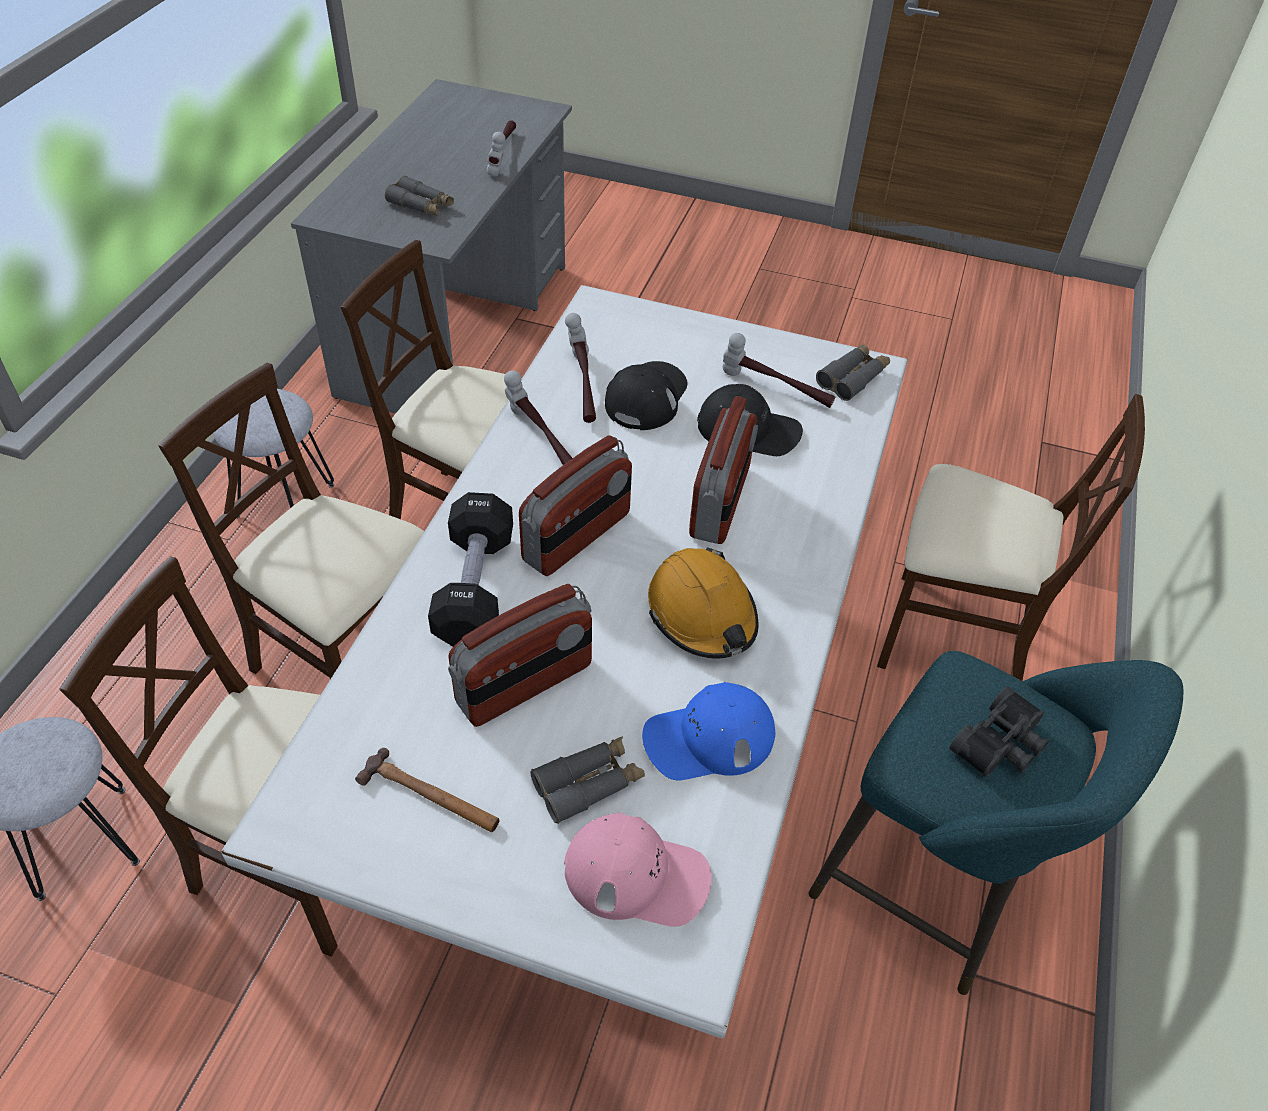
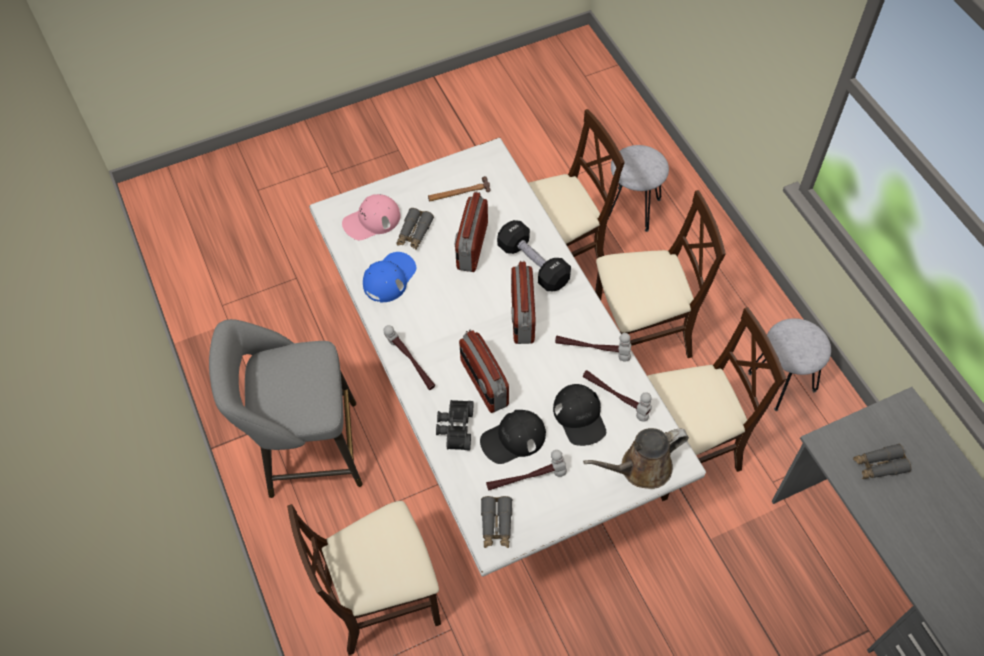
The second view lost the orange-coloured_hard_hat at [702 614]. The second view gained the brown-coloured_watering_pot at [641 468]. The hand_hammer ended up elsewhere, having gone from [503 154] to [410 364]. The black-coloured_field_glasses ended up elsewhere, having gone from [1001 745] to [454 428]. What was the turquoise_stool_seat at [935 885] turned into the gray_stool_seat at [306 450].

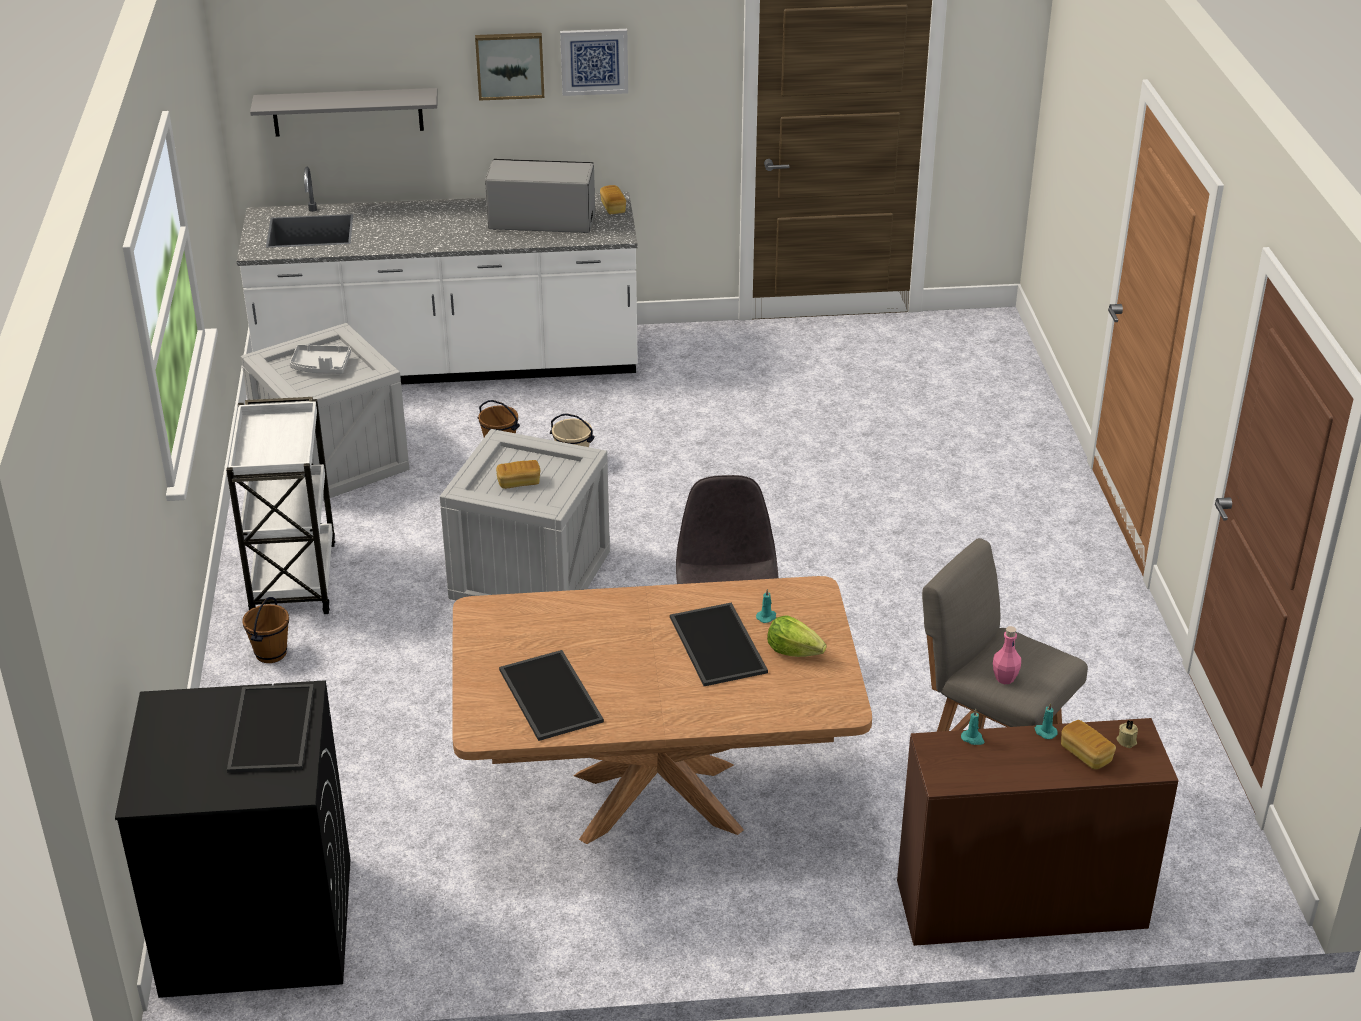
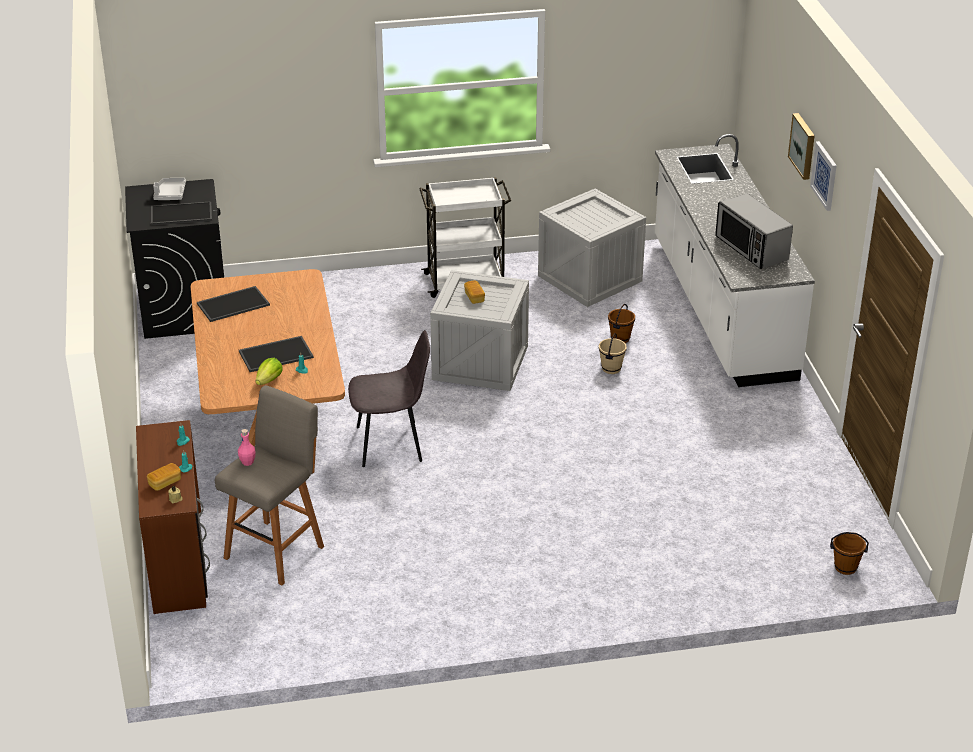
The second view lost the gray_wall_shelf at [347 112]. The second view lost the bread at [613 207]. The brown-coloured_pail ended up elsewhere, having gone from [270 653] to [845 567]. The gray_tray ended up elsewhere, having gone from [321 367] to [170 194]. The kitchen_microwave at [541 221] ended up facing another way, 150 degrees clockwise from before.

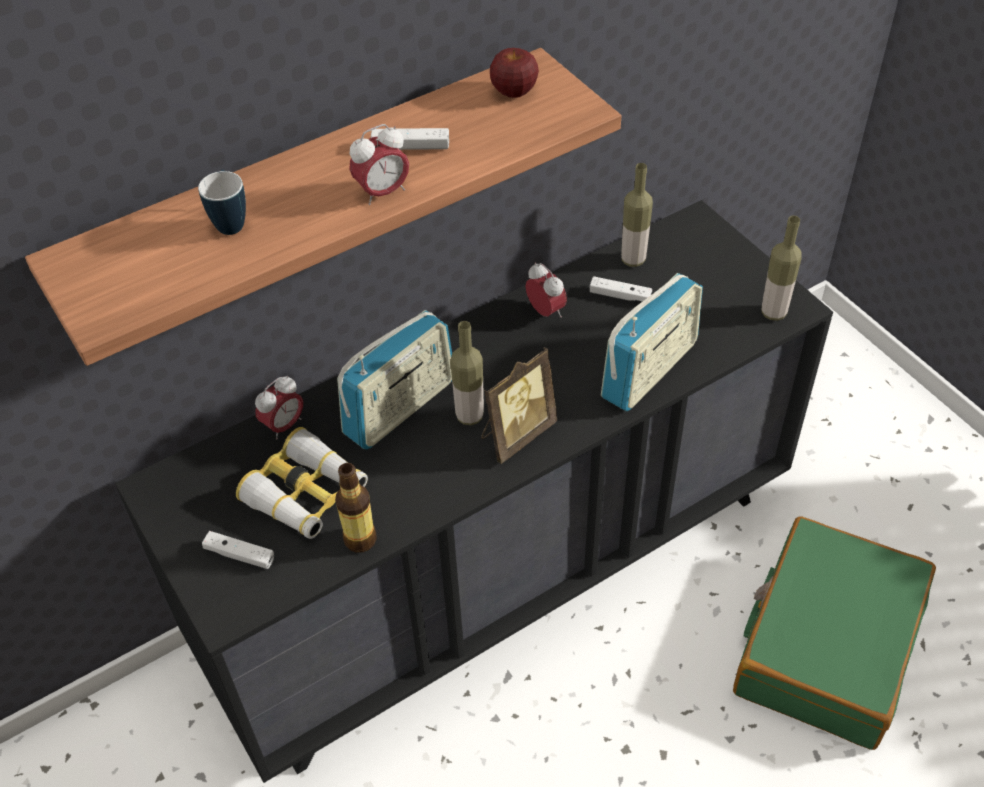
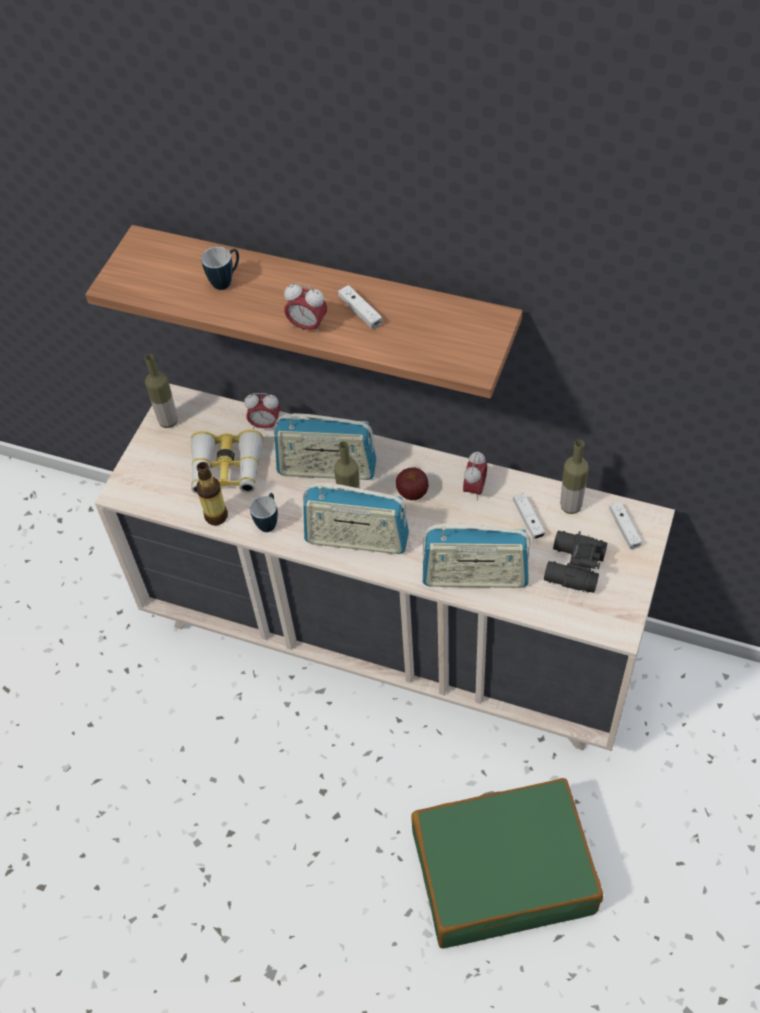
The second view gained the coffee_mug at [269 522]. The second view gained the black-coloured_field_glasses at [572 567]. The whitish_game_controller ended up elsewhere, having gone from [239 555] to [624 528]. The apple ended up elsewhere, having gone from [514 92] to [412 493]. The drink_bottle ended up elsewhere, having gone from [773 312] to [168 421]. Where the picture_frame stood at [516 434], the radio came to stand at [357 539]. What was the black-coloured_drawer_chest at [500 572] turned into the beige_drawer_chest at [392 635].

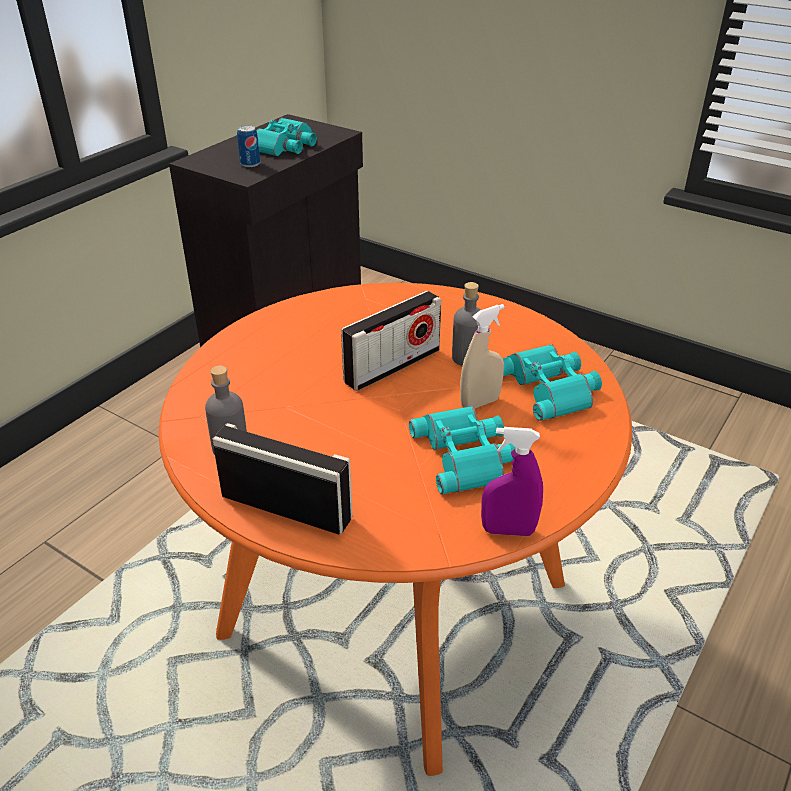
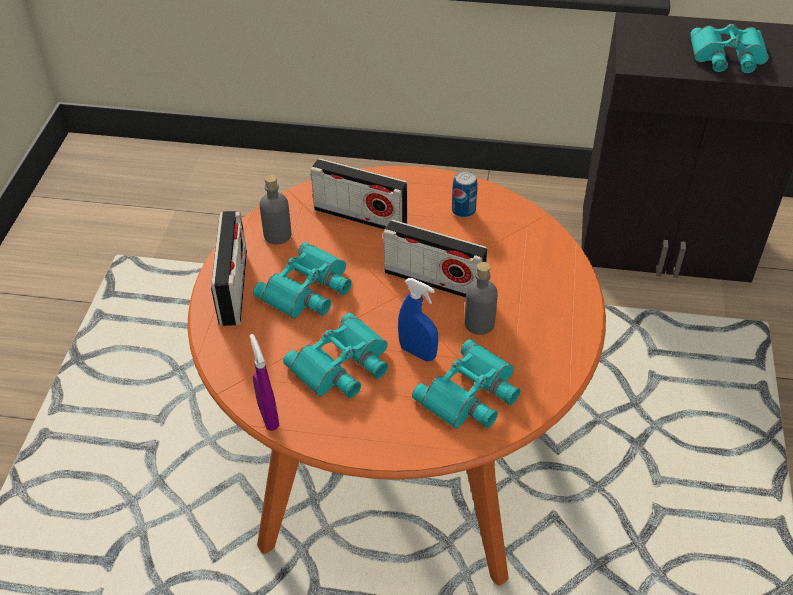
The second view gained the turquoise_field_glasses at [308 289]. The second view gained the radio at [360 216]. The can ended up elsewhere, having gone from [250 164] to [463 211]. What was the beige_sprayer at [480 403] turned into the blue-coloured_sprayer at [417 352].

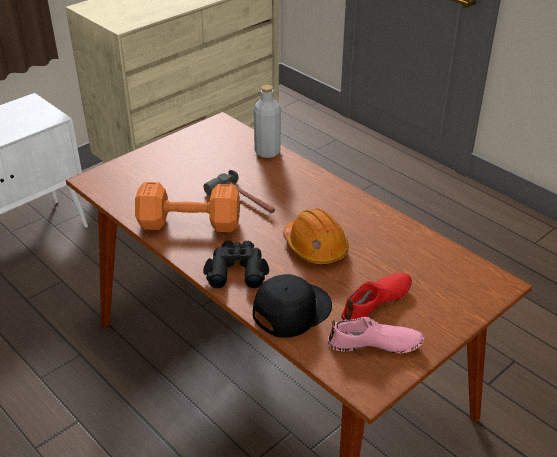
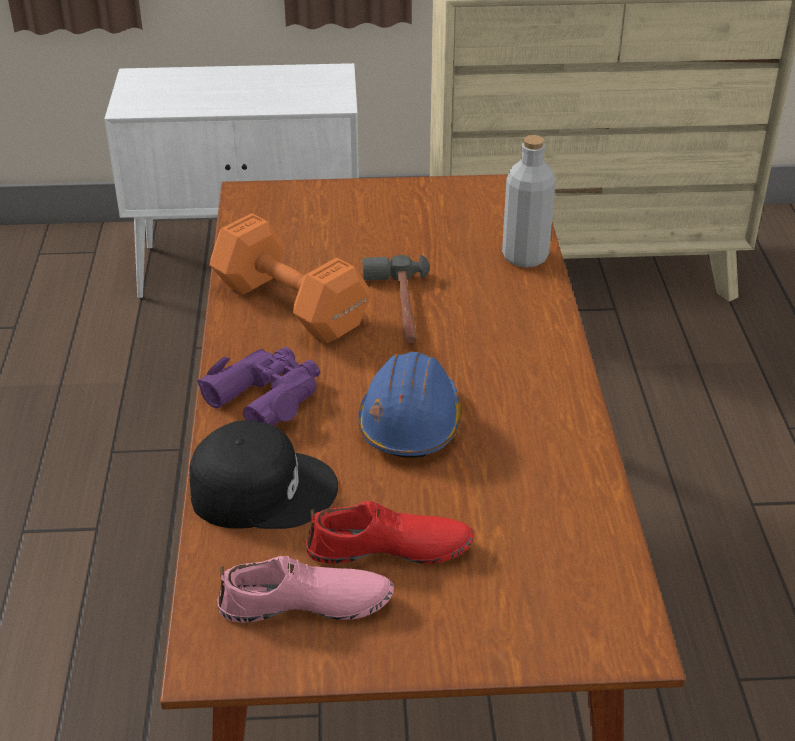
What was the black-coloured_field_glasses at [236 269] turned into the purple-coloured_field_glasses at [266 396]. What was the orange-coloured_hard_hat at [315 247] turned into the blue-coloured_hard_hat at [410 423]. The pink-coloured_shoe at [375 344] ended up facing another way, 45 degrees counterclockwise from before.

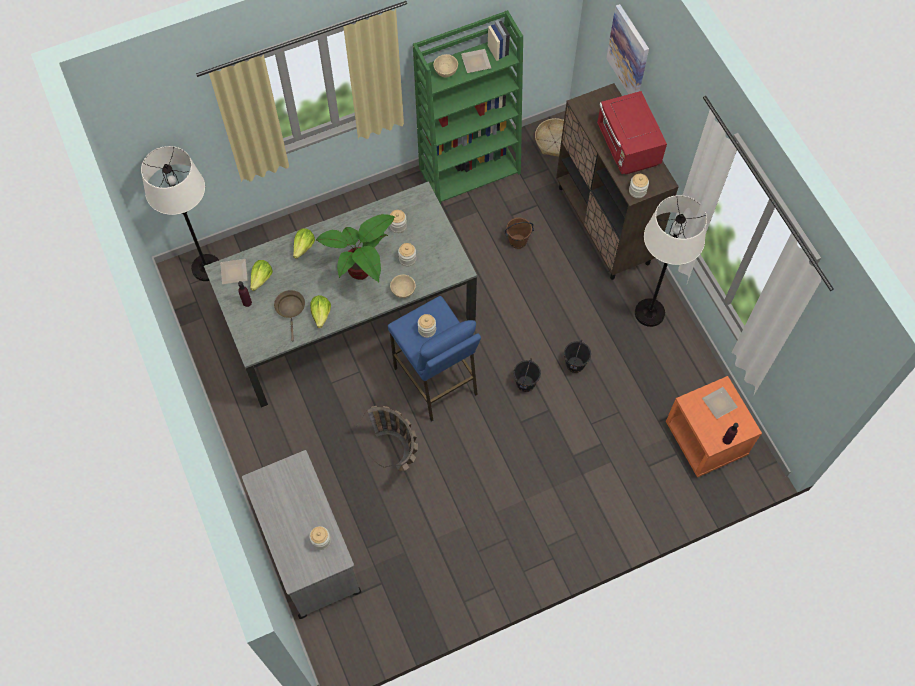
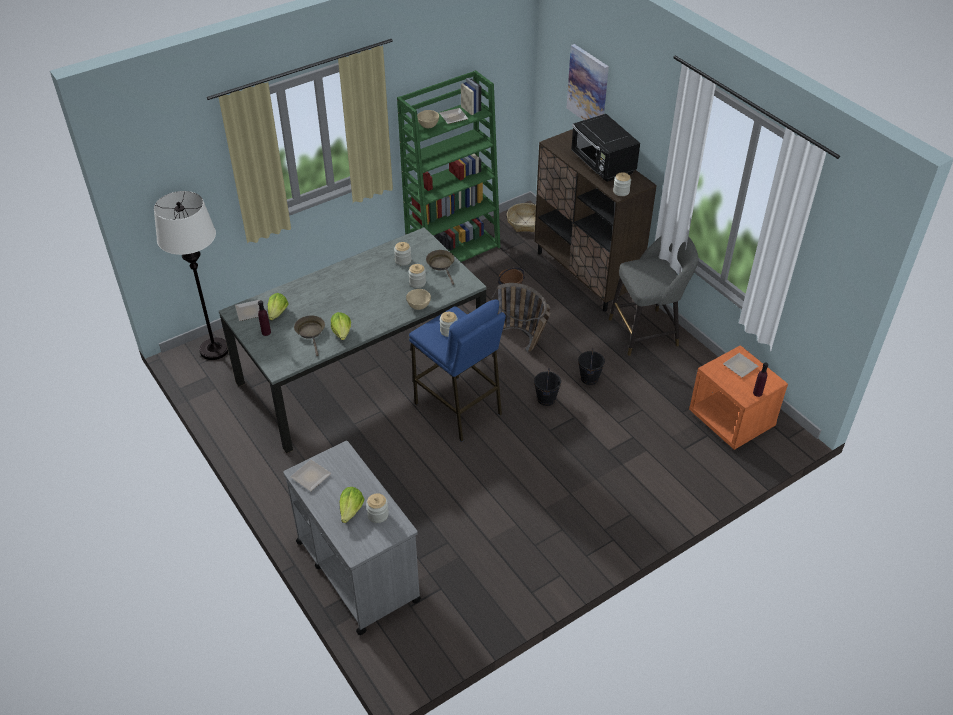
The second view lost the plant_in_a_pot at [362 274]. The second view gained the plate at [311 478]. The second view gained the brown-coloured_pan at [441 265]. The head_of_lettuce ended up elsewhere, having gone from [304 247] to [351 510]. The household_basket ended up elsewhere, having gone from [398 456] to [525 343]. Where the whitish_standing_lamp stood at [649 313], the gray_stool_seat came to stand at [647 331]. What was the reddish_kitchen_microwave at [627 147] turned into the black-coloured_kitchen_microwave at [602 165].

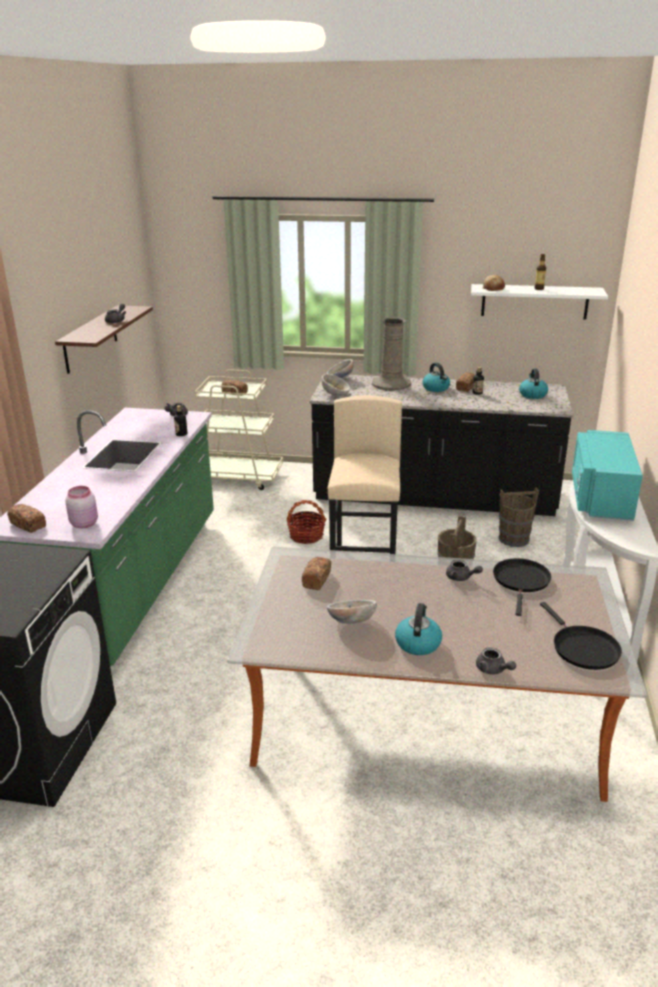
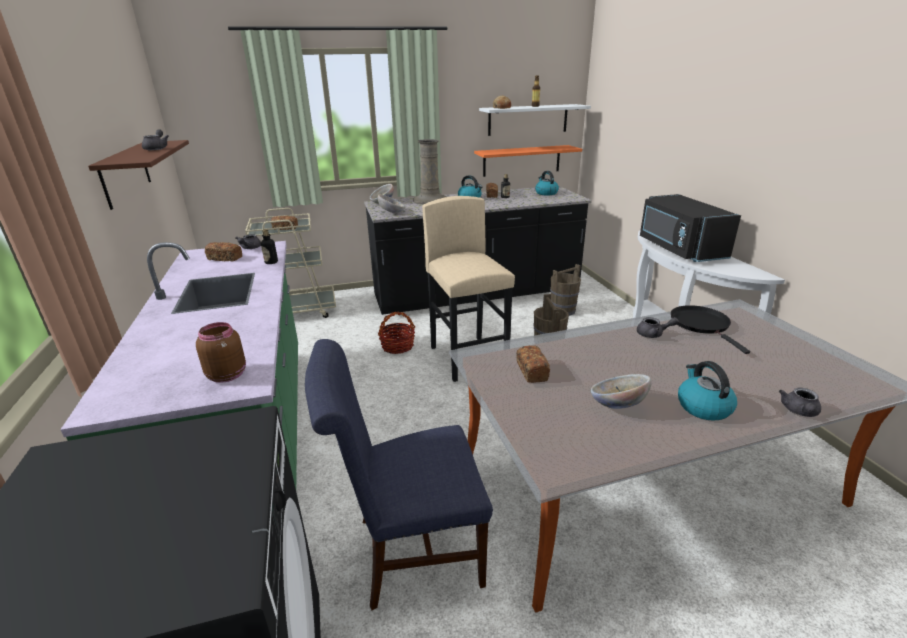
The second view lost the black-coloured_pan at [582 648]. The second view gained the blue-coloured_upright_chair at [410 551]. The second view gained the orange-coloured_wall_shelf at [521 160]. The bread ended up elsewhere, having gone from [28 525] to [225 258]. What was the pink-coloured_jar at [84 523] turned into the brown-coloured_jar at [227 375]. What was the turquoise_kitchen_microwave at [599 497] turned into the black-coloured_kitchen_microwave at [678 249]. The gray_tea_pot at [493 670] ended up facing another way, 90 degrees clockwise from before.

